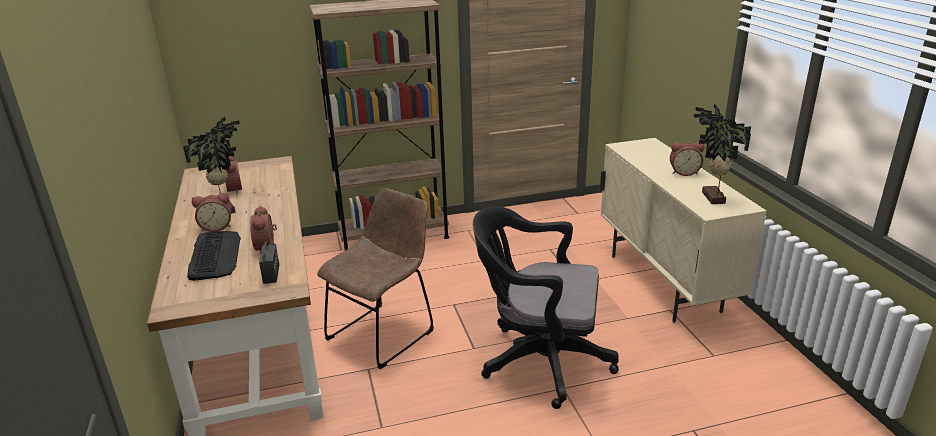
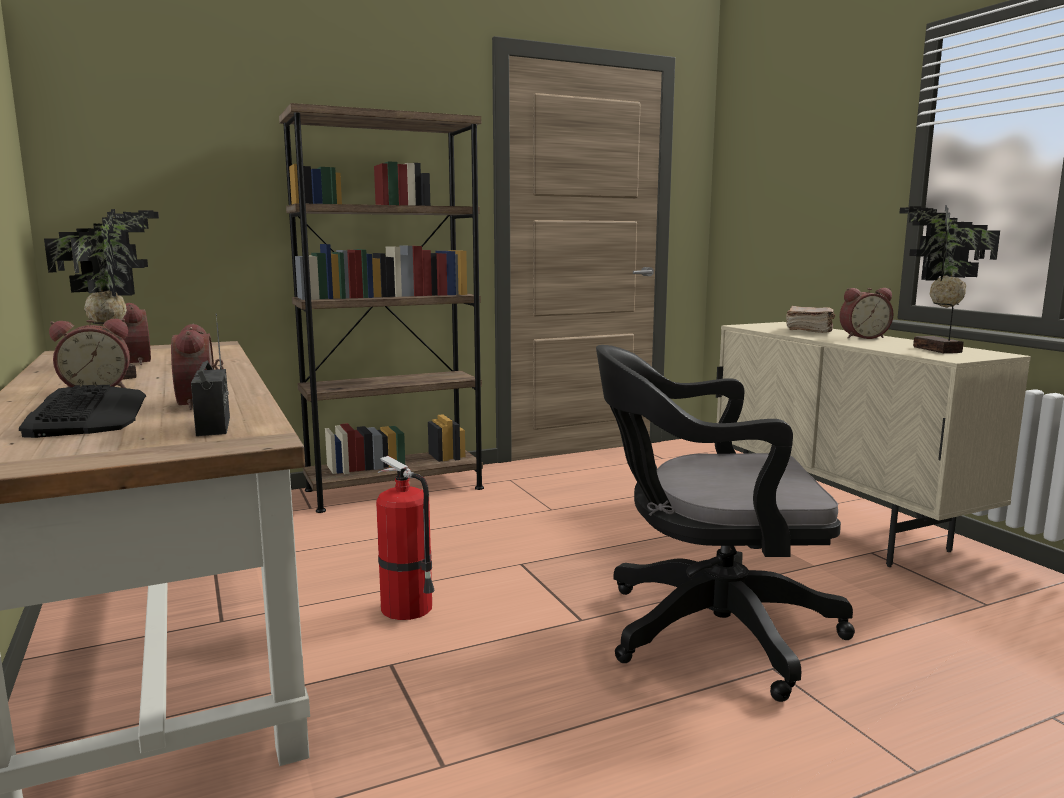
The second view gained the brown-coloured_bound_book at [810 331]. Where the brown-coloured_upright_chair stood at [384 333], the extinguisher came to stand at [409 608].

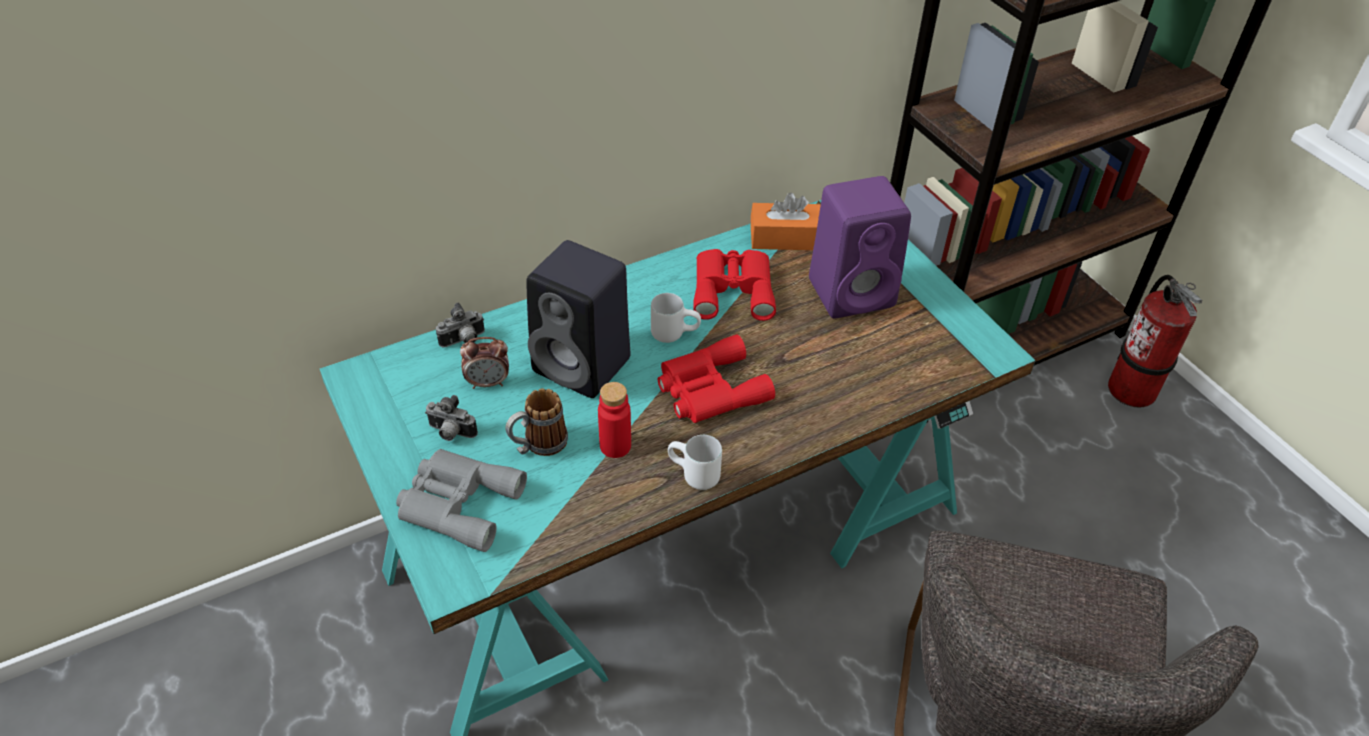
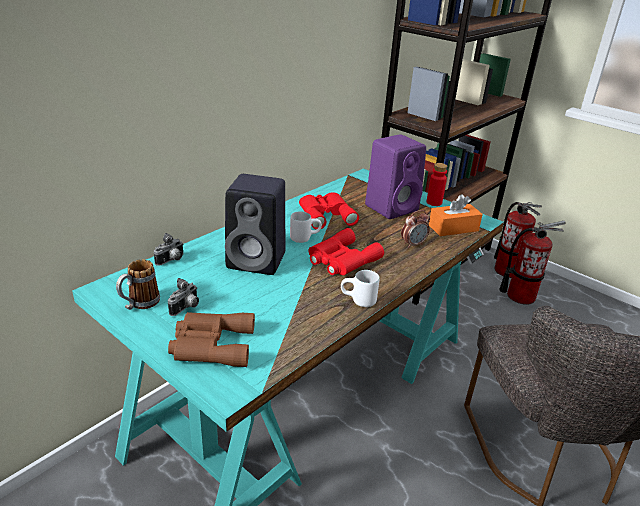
The second view gained the extinguisher at [520 296]. The table_clock ended up elsewhere, having gone from [488 382] to [413 244]. The coffee_mug ended up elsewhere, having gone from [538 445] to [139 304]. The reddish_drink_bottle ended up elsewhere, having gone from [615 446] to [434 202]. The orange-coloured_tissue_holder ended up elsewhere, having gone from [785 238] to [453 228]. What was the gray_field_glasses at [457 503] turned into the brown-coloured_field_glasses at [210 344]. The photo_camera at [451 433] ended up facing another way, 60 degrees counterclockwise from before.

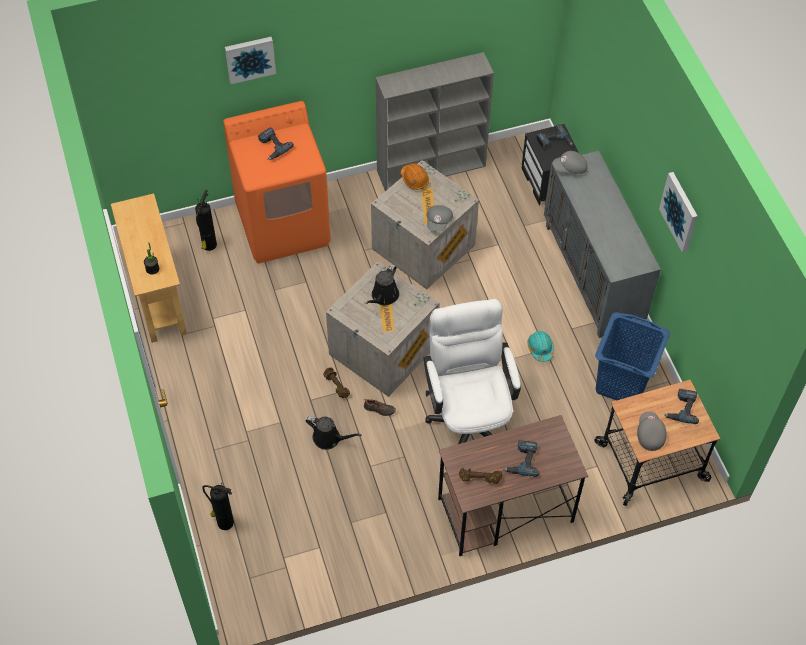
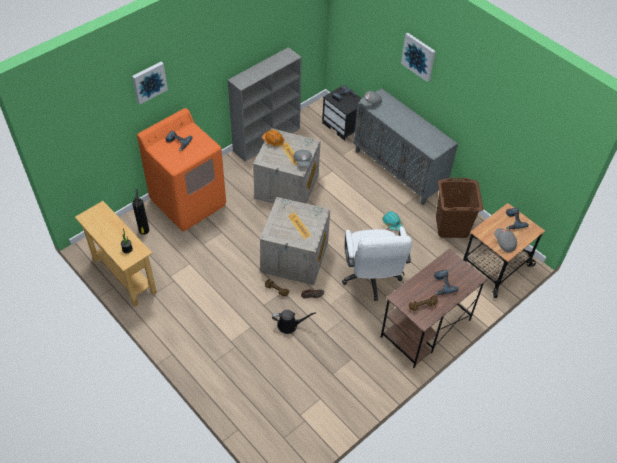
The second view lost the extinguisher at [224 522]. The second view lost the black-coloured_watering_pot at [383 296]. The picture ended up elsewhere, having gone from [680 211] to [418 56]. What was the blue-coloured_washing_basket at [622 383] turned into the brown-coloured_washing_basket at [452 226]. The whitish_desk_chair at [469 417] ended up facing another way, 150 degrees counterclockwise from before.

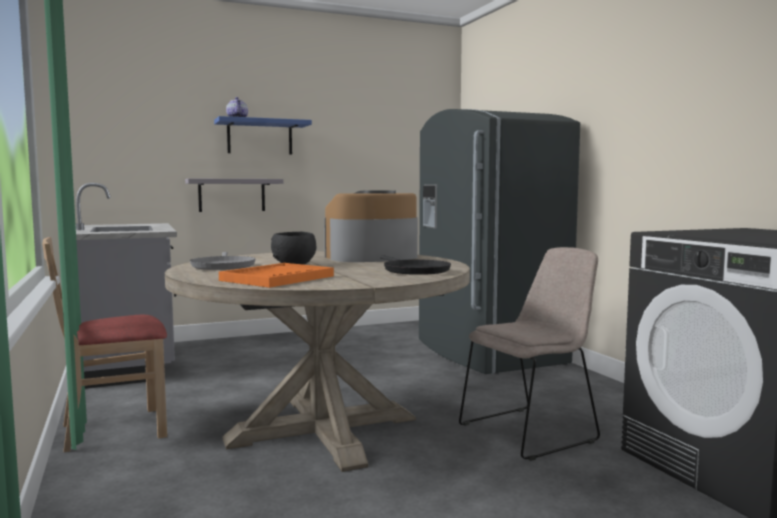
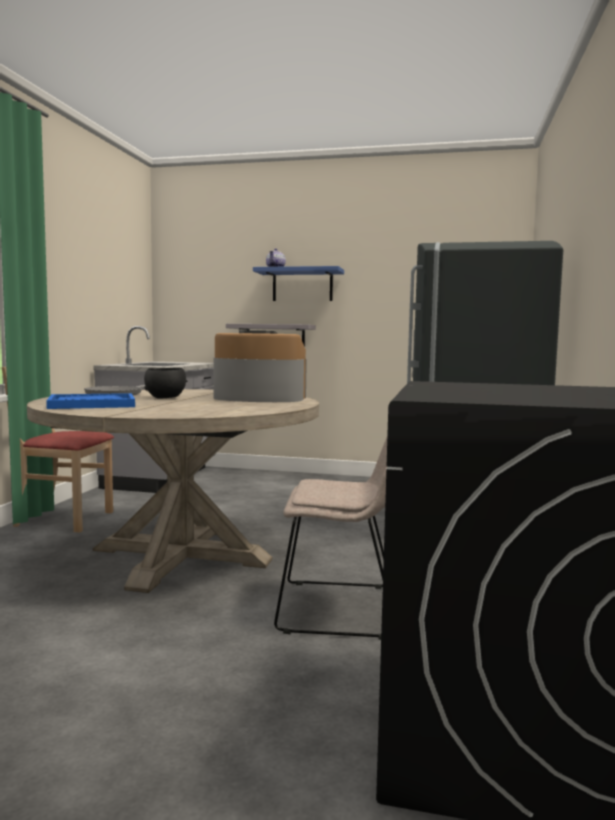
The second view lost the black-coloured_pan at [414 271]. What was the orange-coloured_tray at [277 278] turned into the blue-coloured_tray at [91 404].

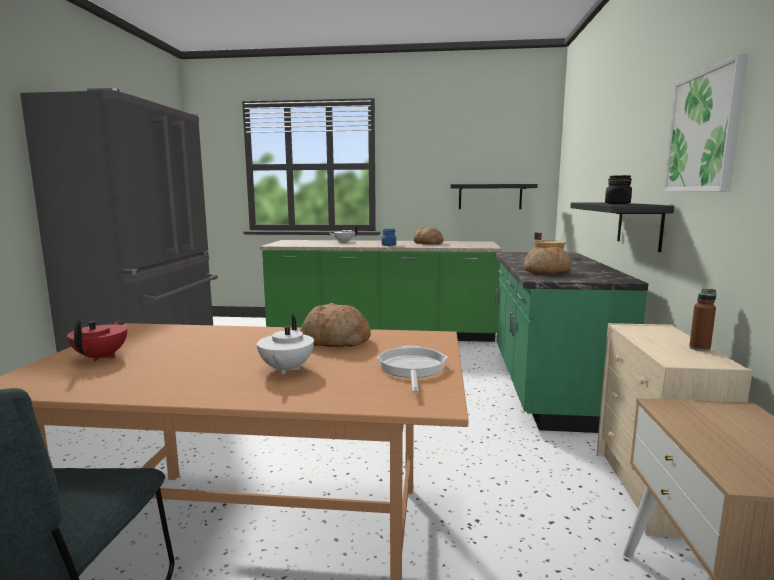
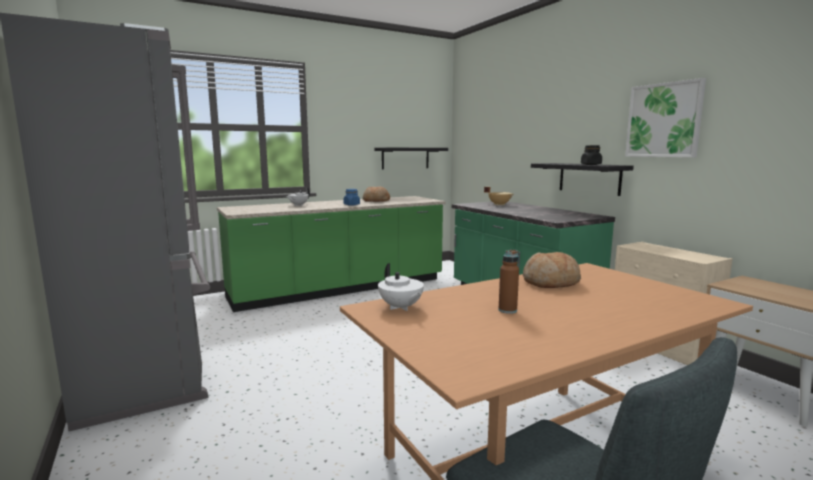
The second view lost the reddish_tea_pot at [102 357]. The second view lost the pan at [411 368]. The second view lost the bread at [546 272]. The whitish_tea_pot ended up elsewhere, having gone from [286 369] to [400 307]. The brown-coloured_drink_bottle ended up elsewhere, having gone from [699 348] to [507 310].

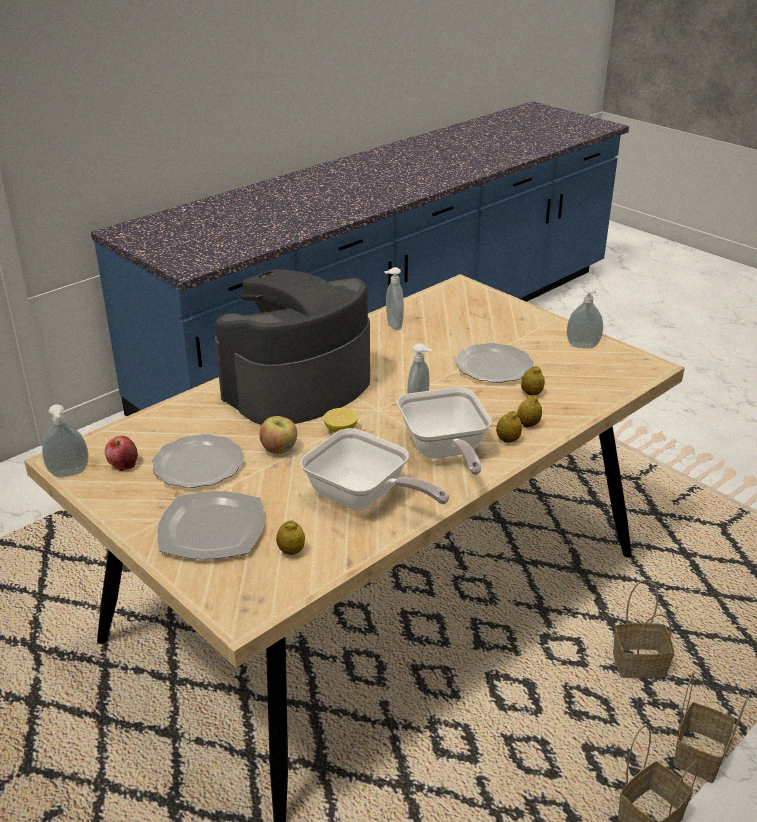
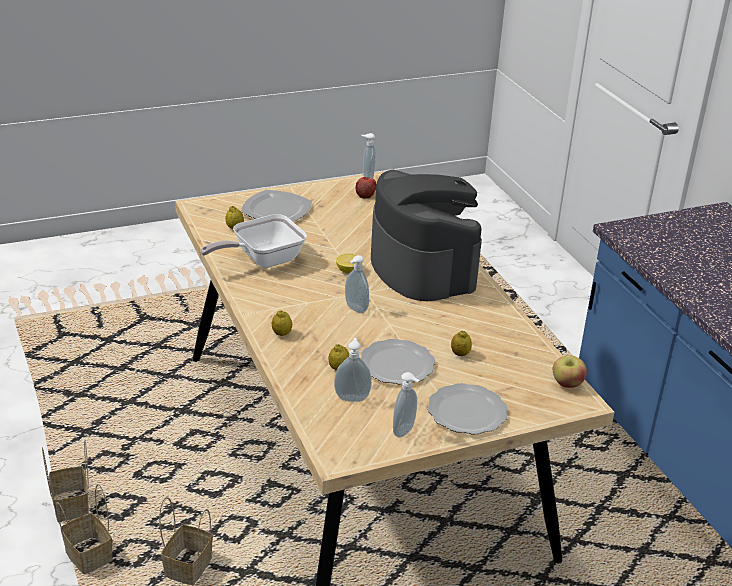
The second view lost the pan at [444 452]. The plate ended up elsewhere, having gone from [197 465] to [466 411]. The apple ended up elsewhere, having gone from [279 449] to [567 384]. The soap_bottle ended up elsewhere, having gone from [392 326] to [352 397]. The citrus_fruit ended up elsewhere, having gone from [528 424] to [460 354].

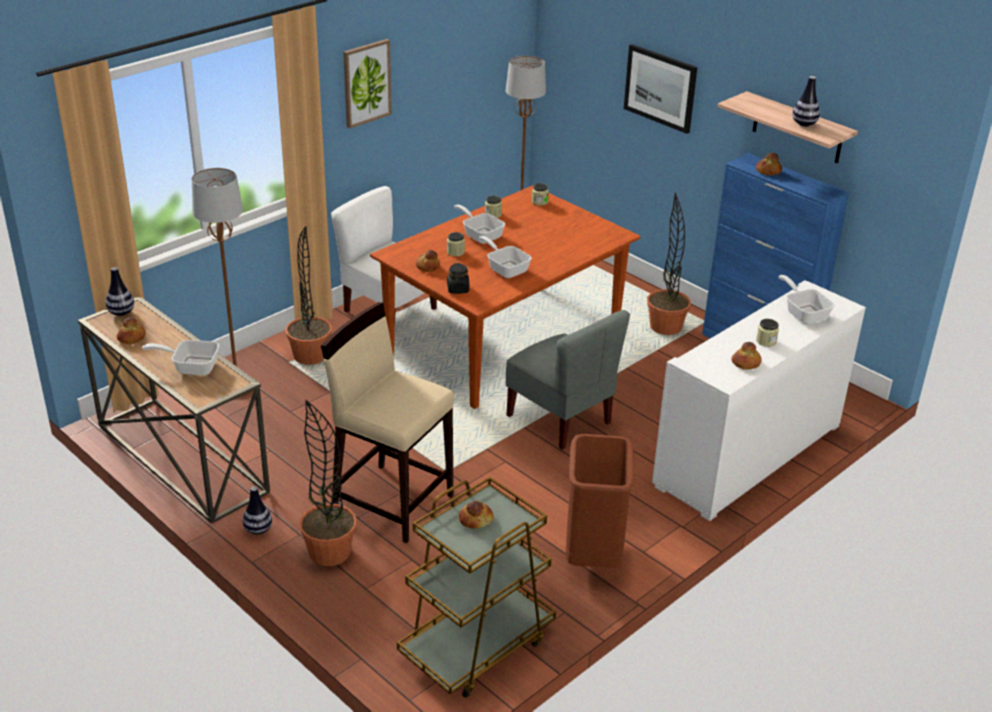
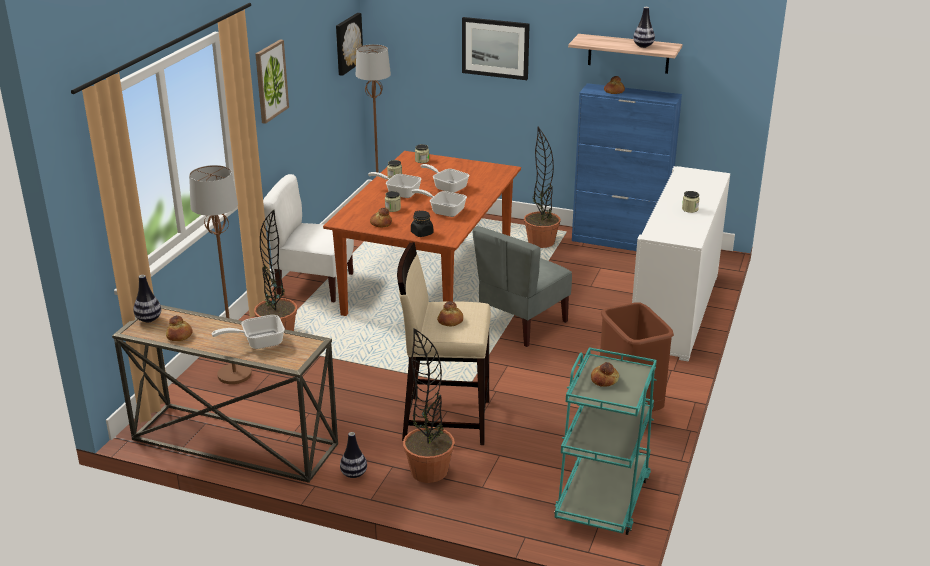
The second view gained the picture at [347 43]. The bread ended up elsewhere, having gone from [746 363] to [450 321]. The pan ended up elsewhere, having gone from [804 313] to [447 187]. What was the brown-coloured_wheeled_cart at [476 645] turned into the turquoise_wheeled_cart at [603 497]. The gray_upright_chair at [560 419] ended up facing another way, 105 degrees clockwise from before.

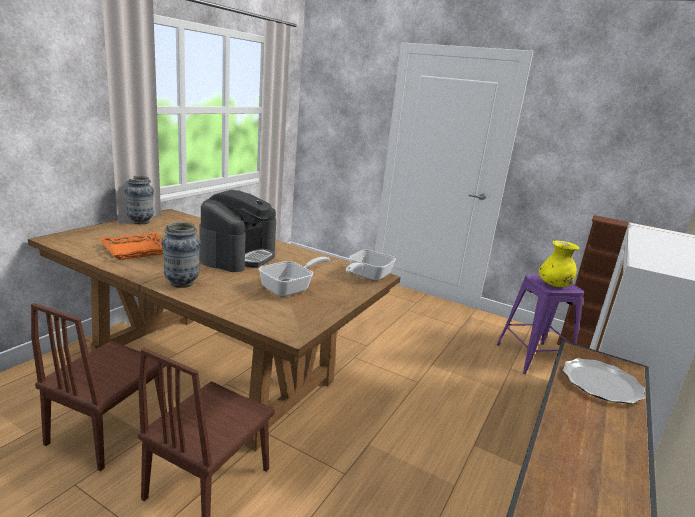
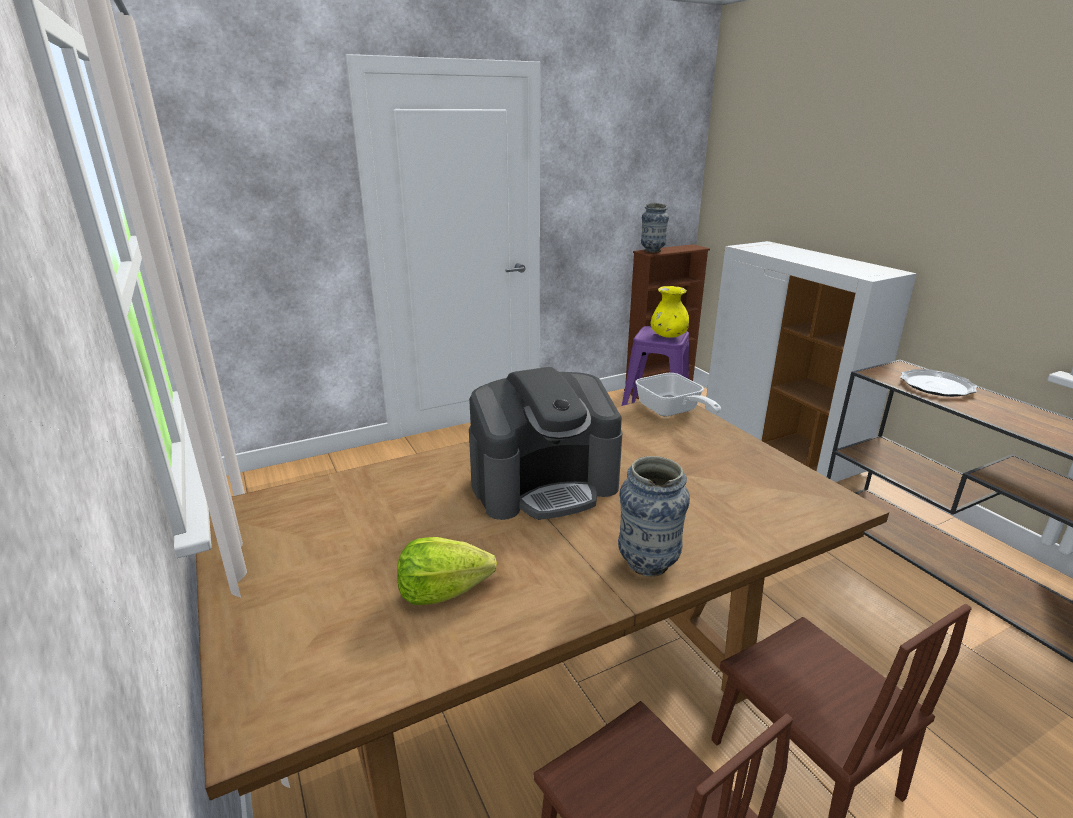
The second view lost the pan at [291 288]. The decorative_vase ended up elsewhere, having gone from [140 222] to [652 251]. Where the orange-coloured_tray stood at [136 250], the head_of_lettuce came to stand at [442 591]. The coffee_brewer at [238 256] ended up facing another way, 105 degrees clockwise from before.

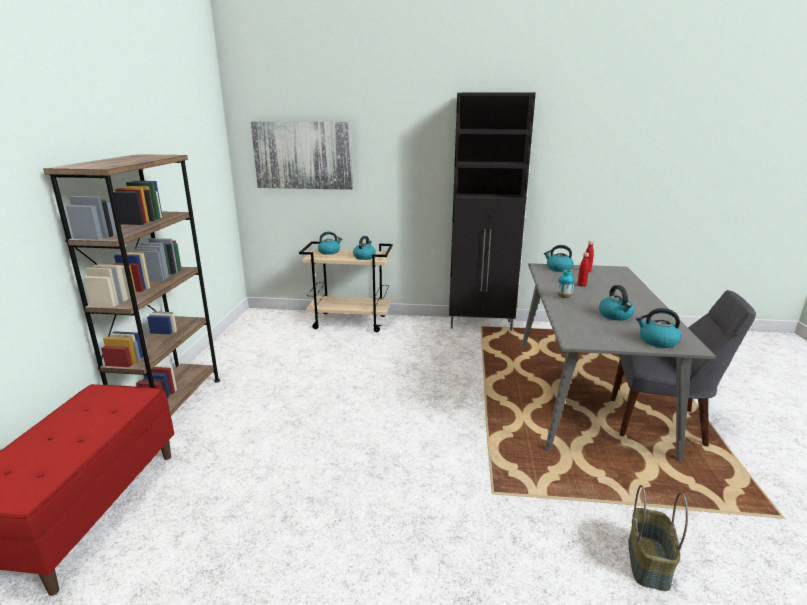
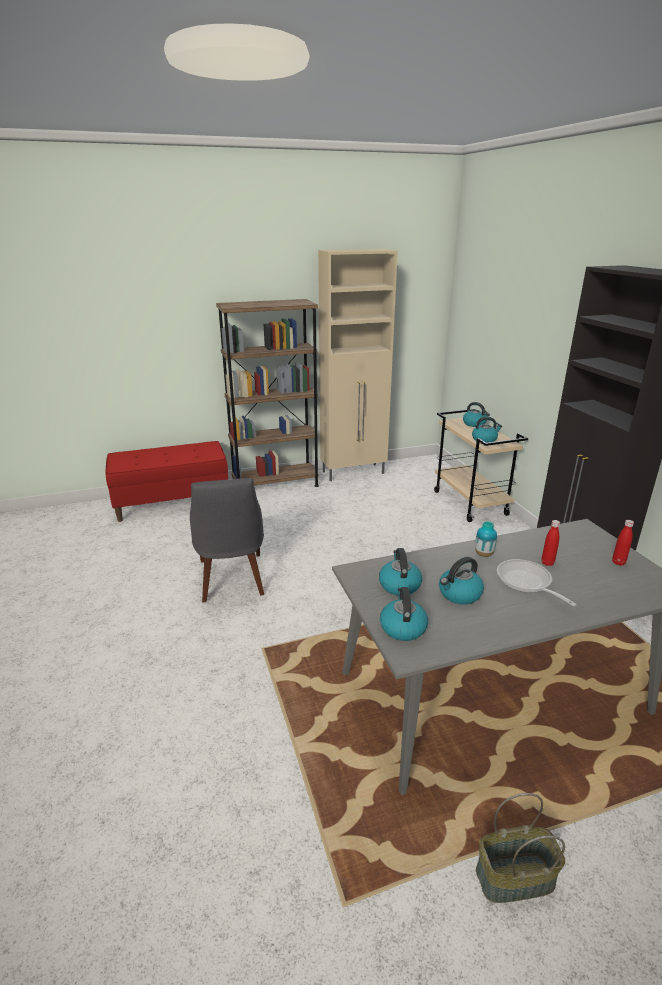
The second view lost the picture at [303 155]. The second view gained the beige_storage_cabinet at [354 472]. The second view gained the pan at [527 582]. The tea_kettle ended up elsewhere, having gone from [558 268] to [399 585]. The gray_upright_chair ended up elsewhere, having gone from [661 423] to [231 579]. The household_basket ended up elsewhere, having gone from [649 563] to [514 879].

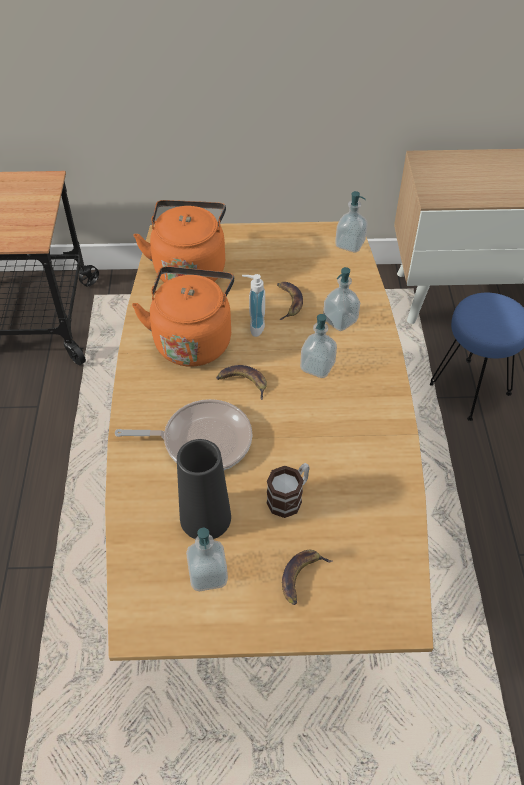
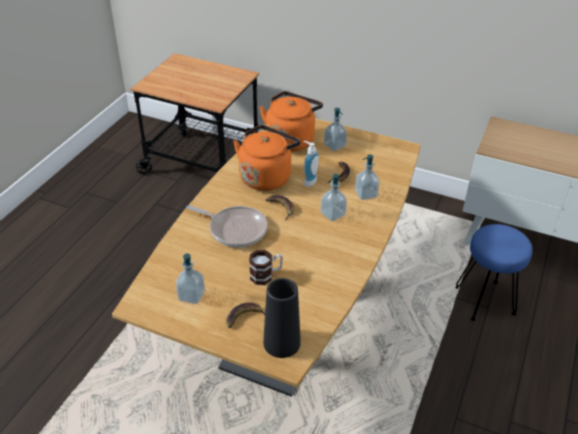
The black-coloured_decorative_vase ended up elsewhere, having gone from [205 517] to [281 343]. The soap_bottle ended up elsewhere, having gone from [350 244] to [334 146].

